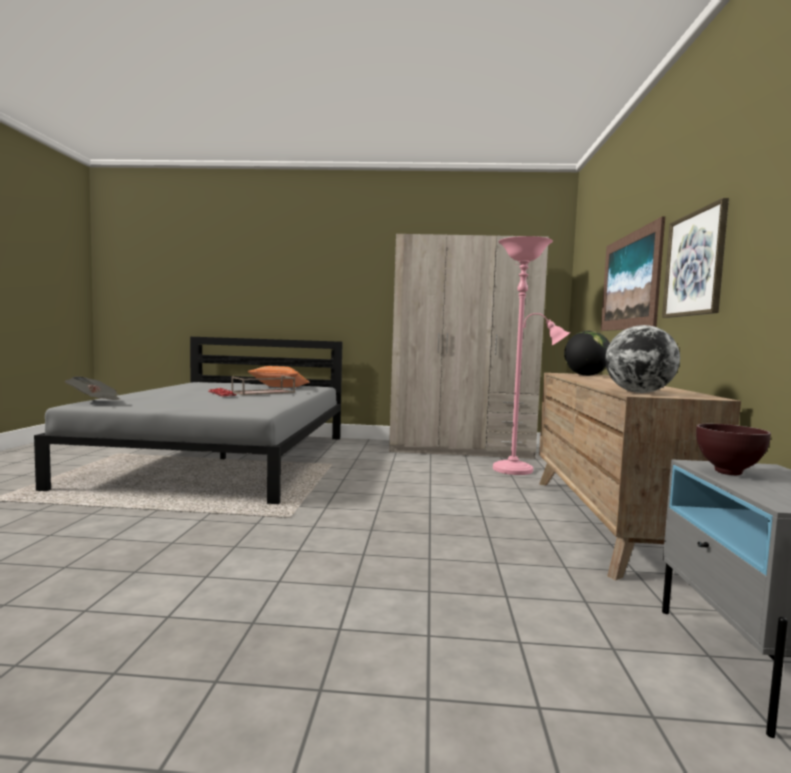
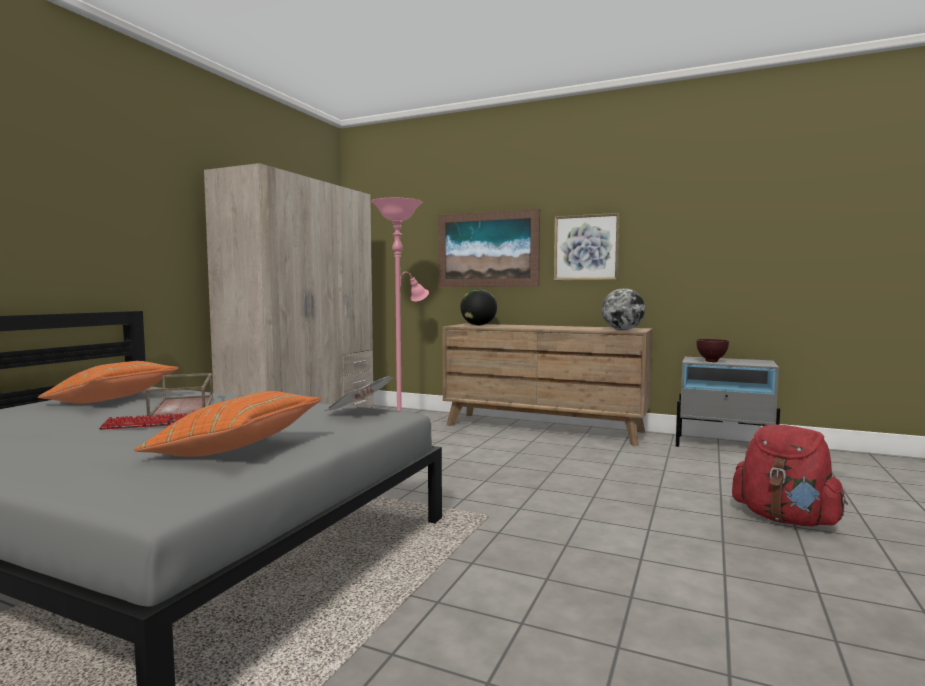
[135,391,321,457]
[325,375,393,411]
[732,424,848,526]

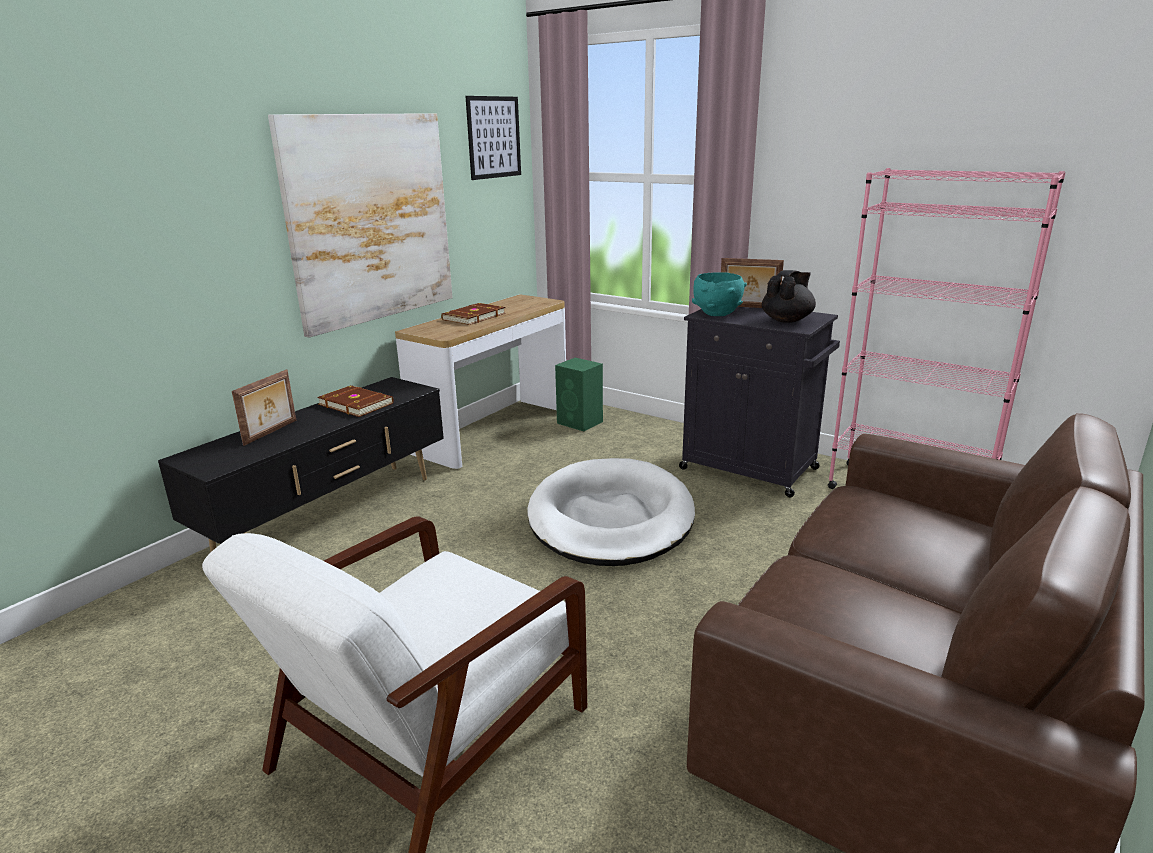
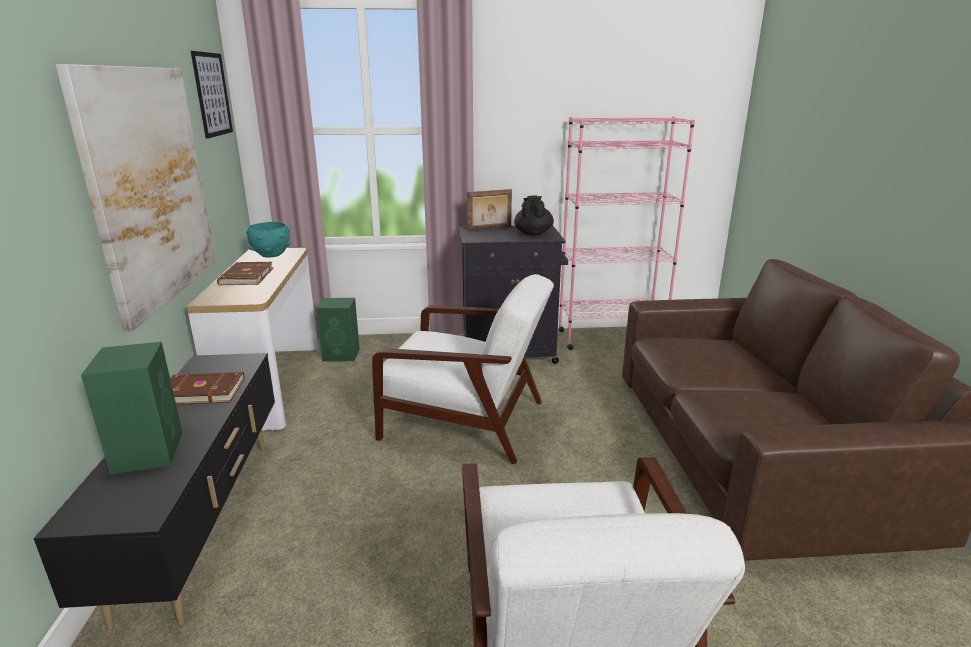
[81,342,183,474]
[246,222,291,258]
[372,274,554,464]

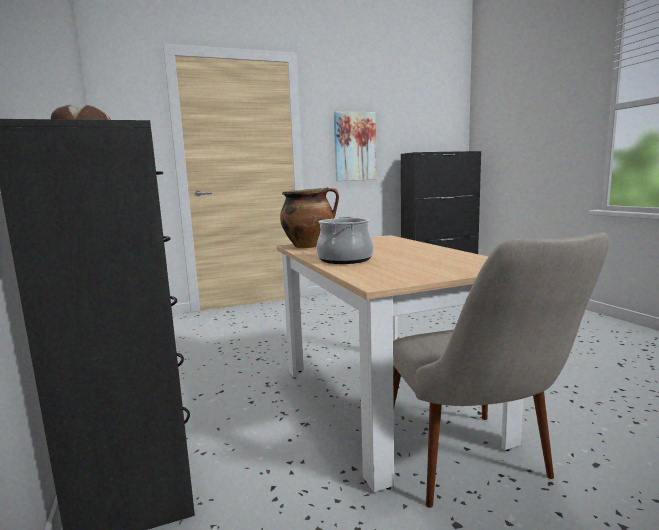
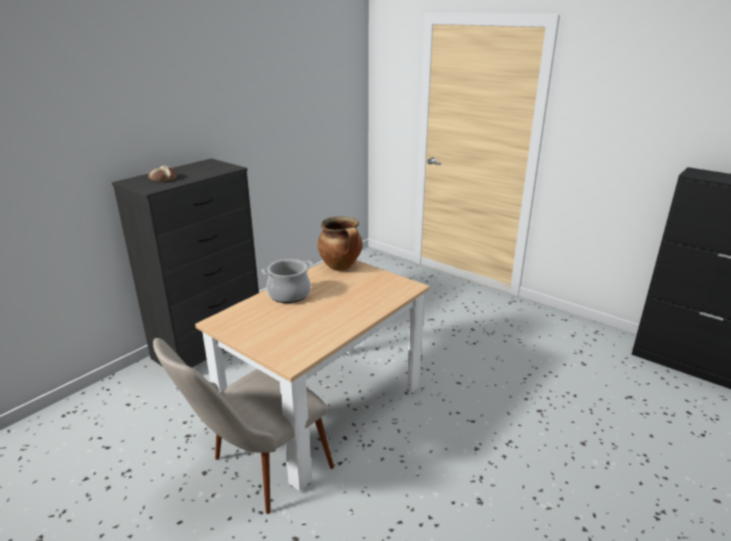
[334,111,376,181] (first image)

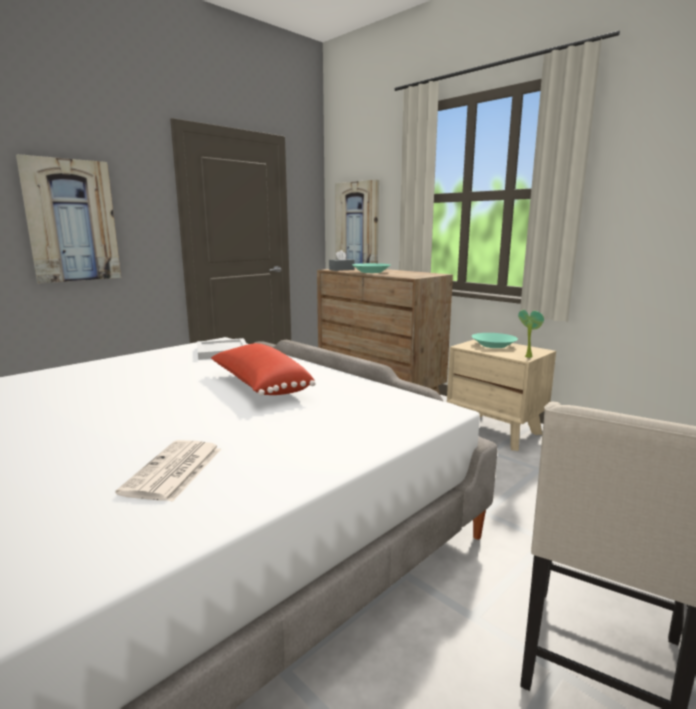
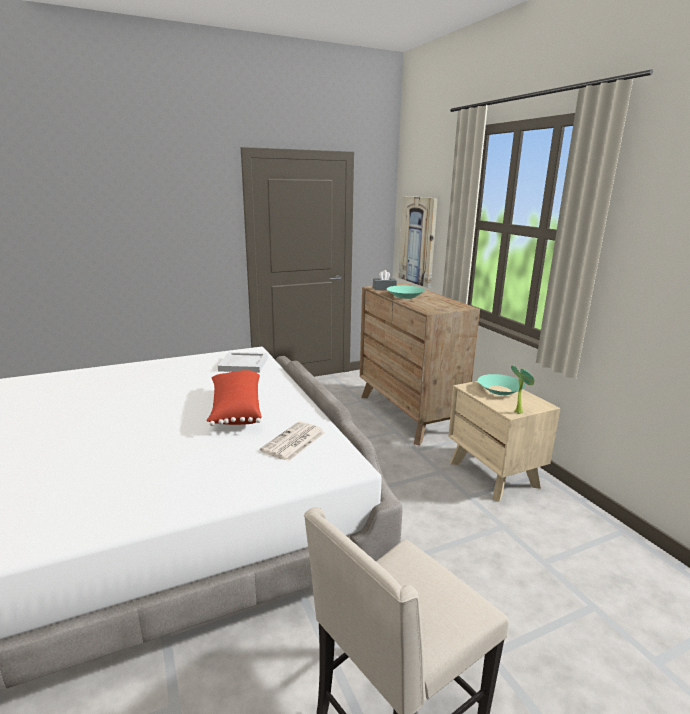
[260,421,325,461]
[16,154,121,284] (first image)

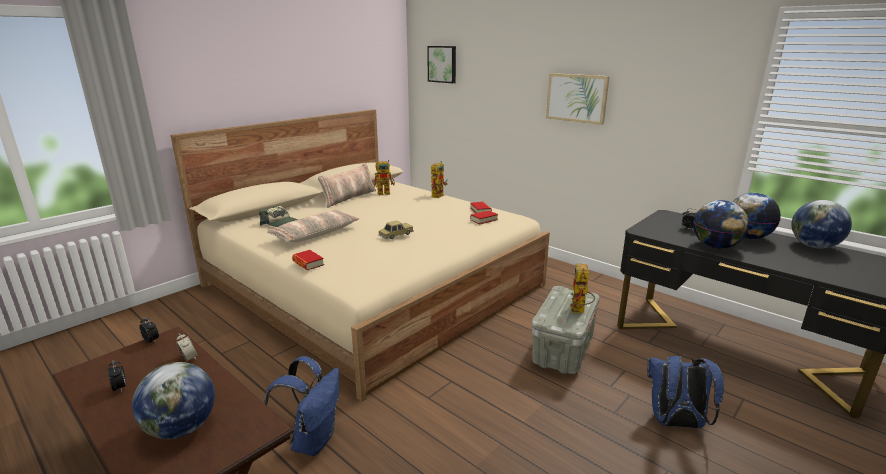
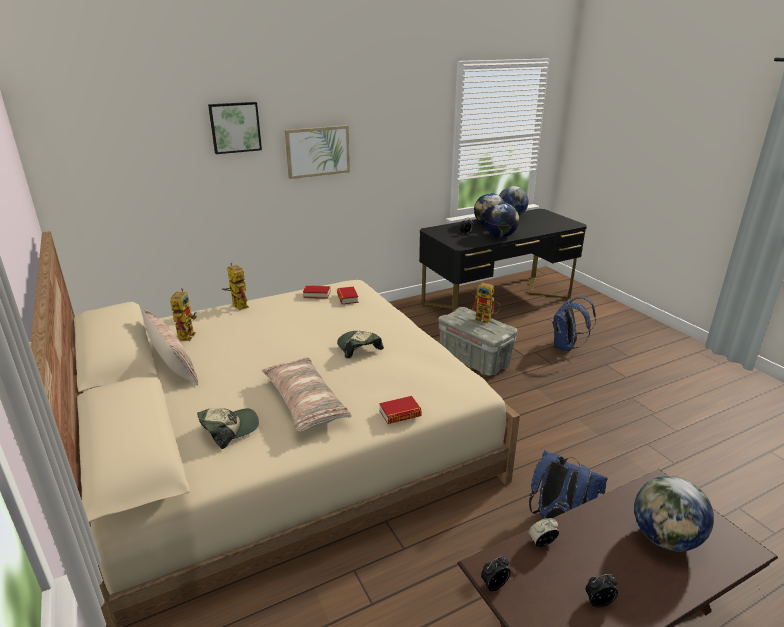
[208,102,262,154]
[337,331,384,359]

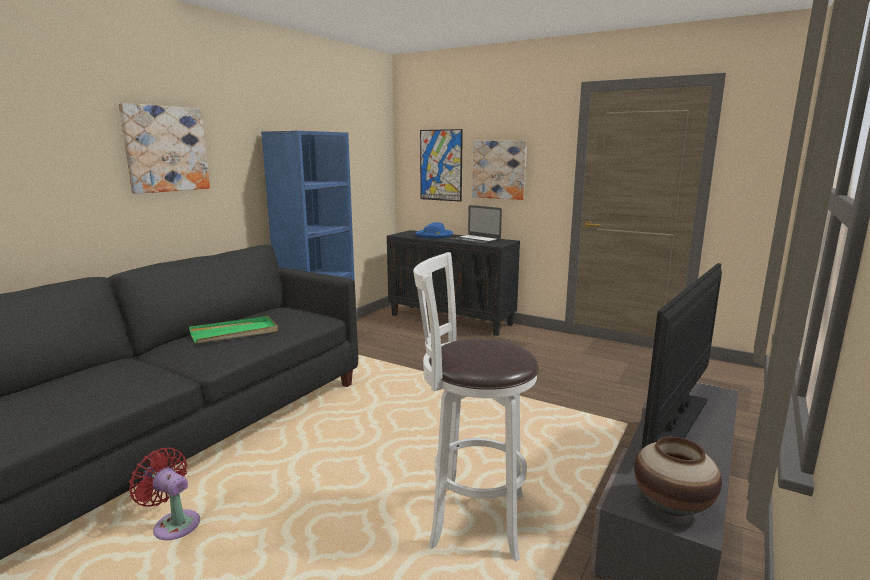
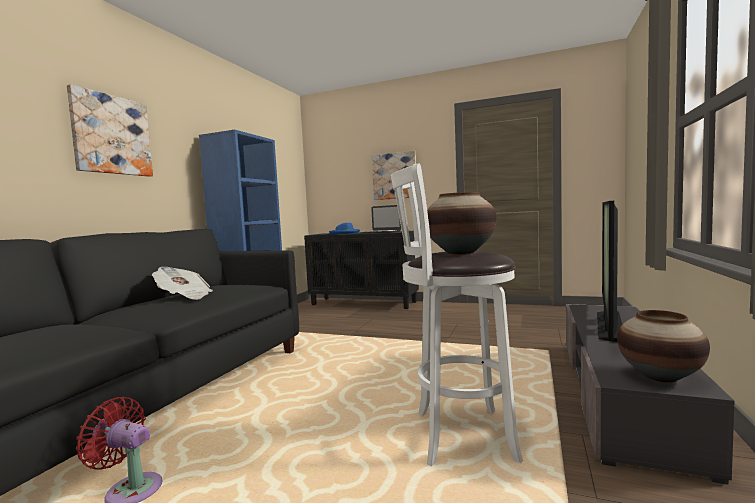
[152,267,213,300]
[427,192,497,255]
[420,129,463,202] (first image)

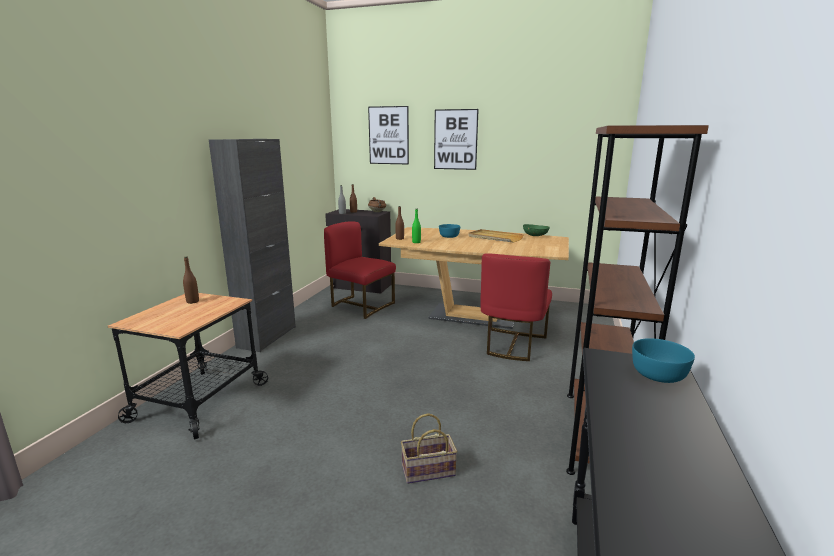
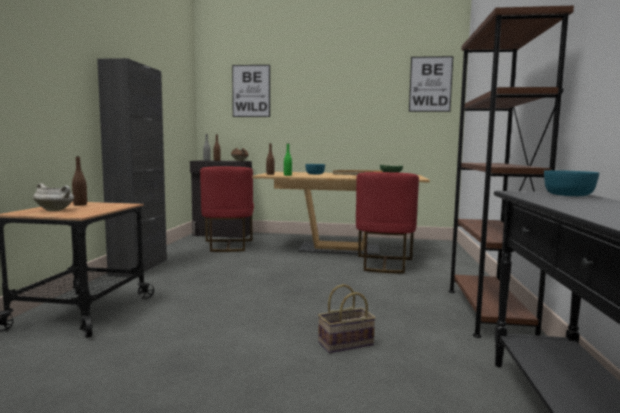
[33,183,74,211]
[200,167,254,252]
[409,56,453,112]

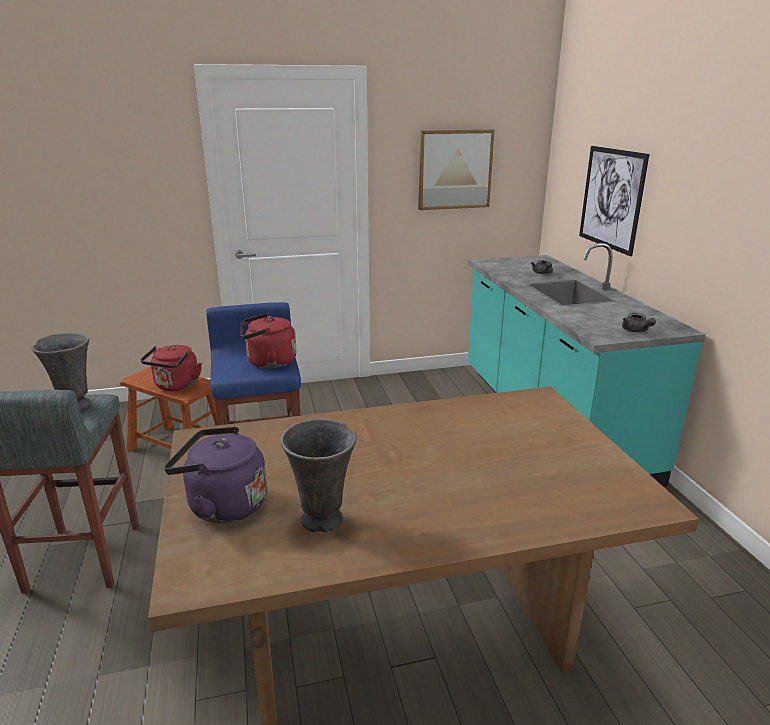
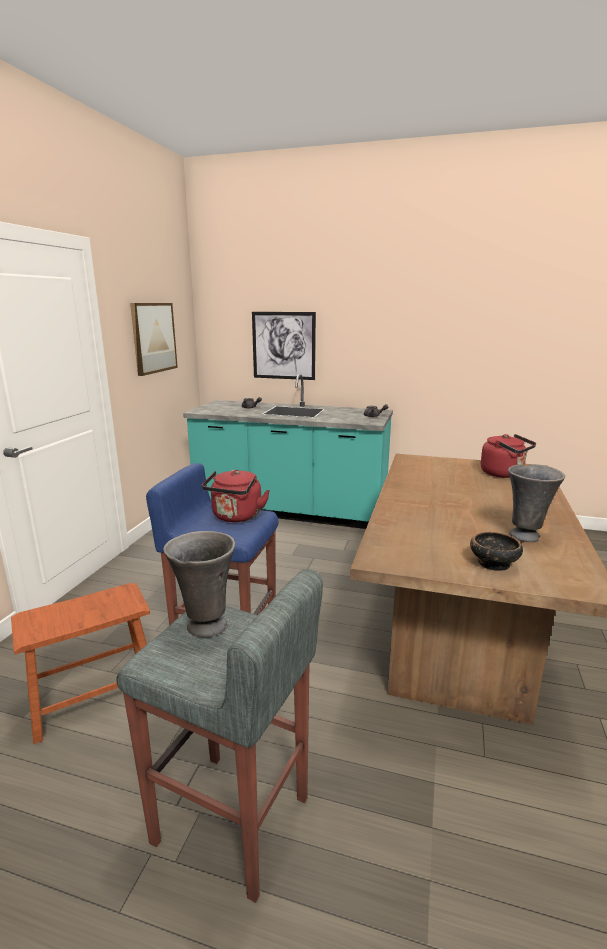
[470,532,523,571]
[481,434,536,478]

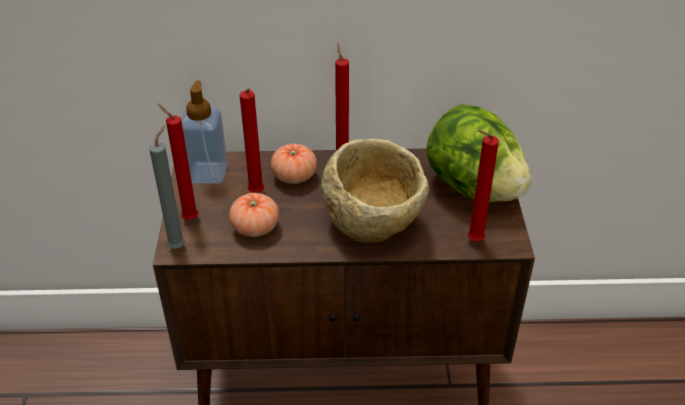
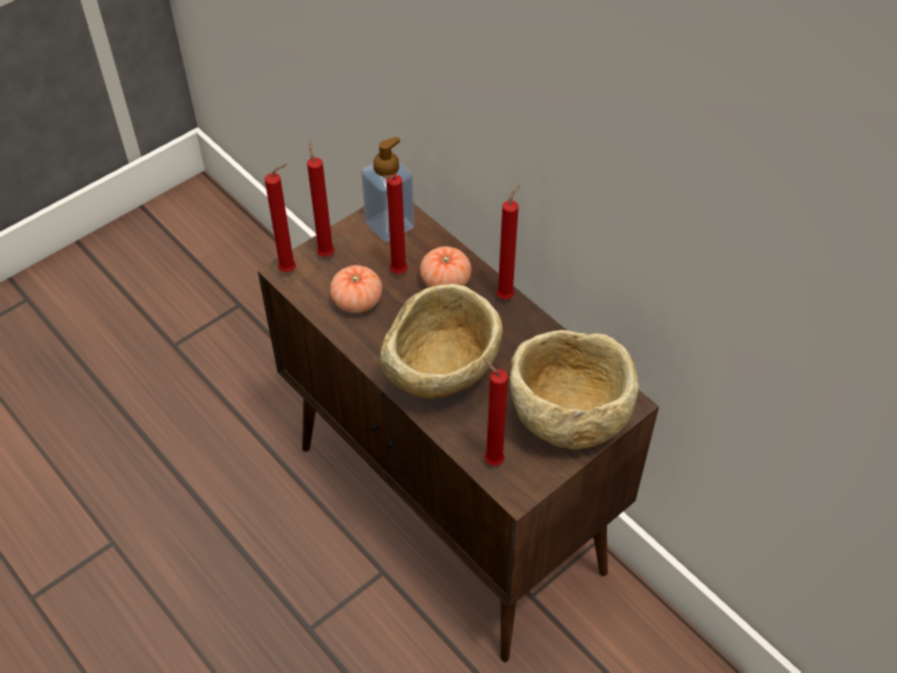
[265,164,296,272]
[510,330,639,450]

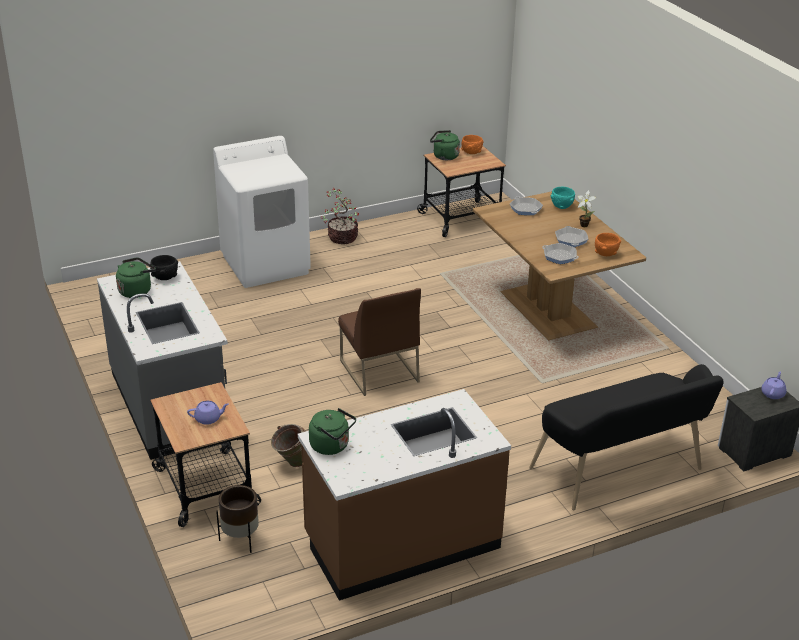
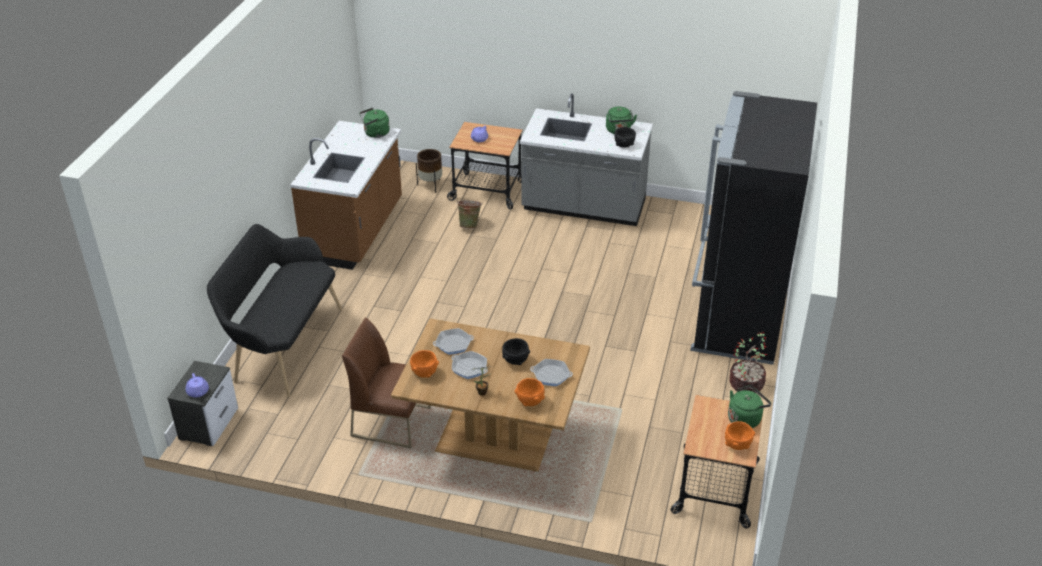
[342,318,431,449]
[502,338,530,365]
[515,378,545,406]
[690,91,817,365]

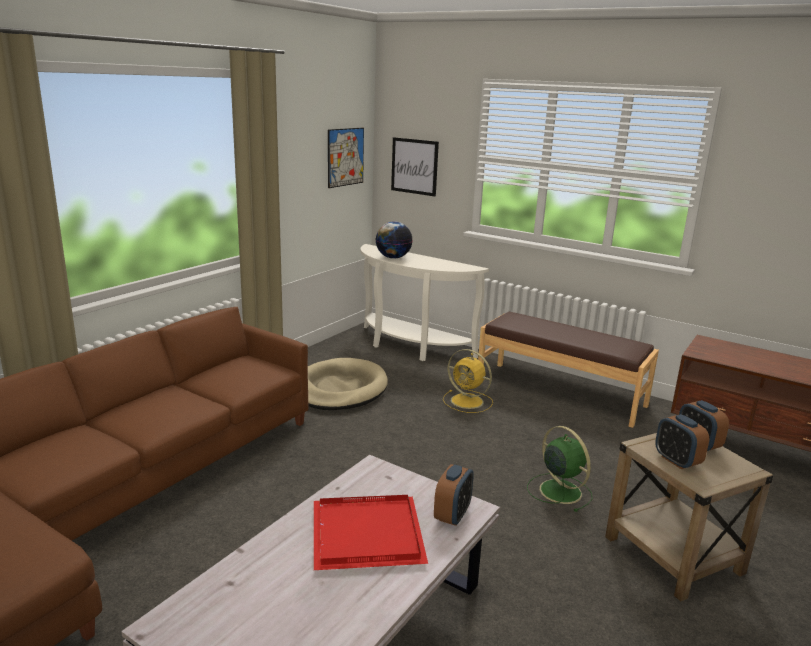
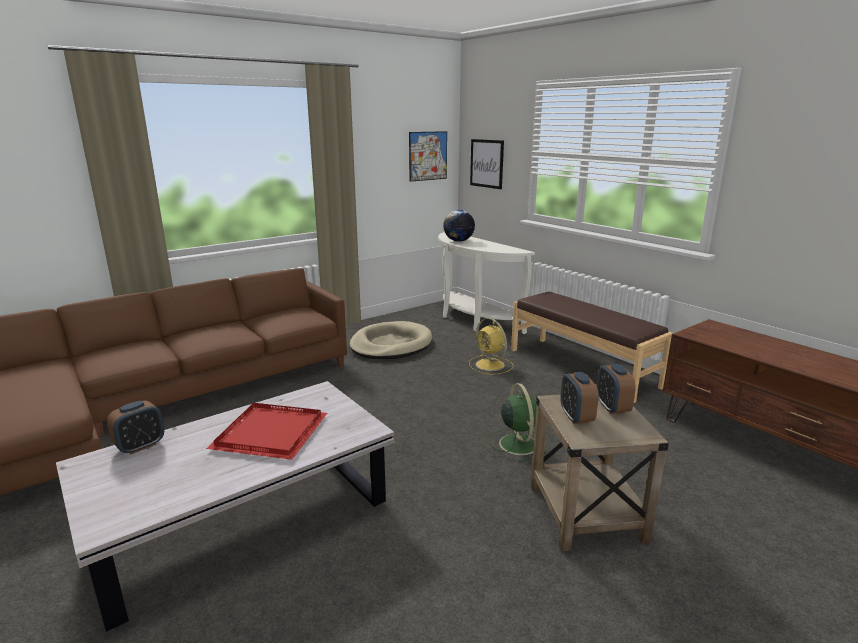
[107,401,164,454]

